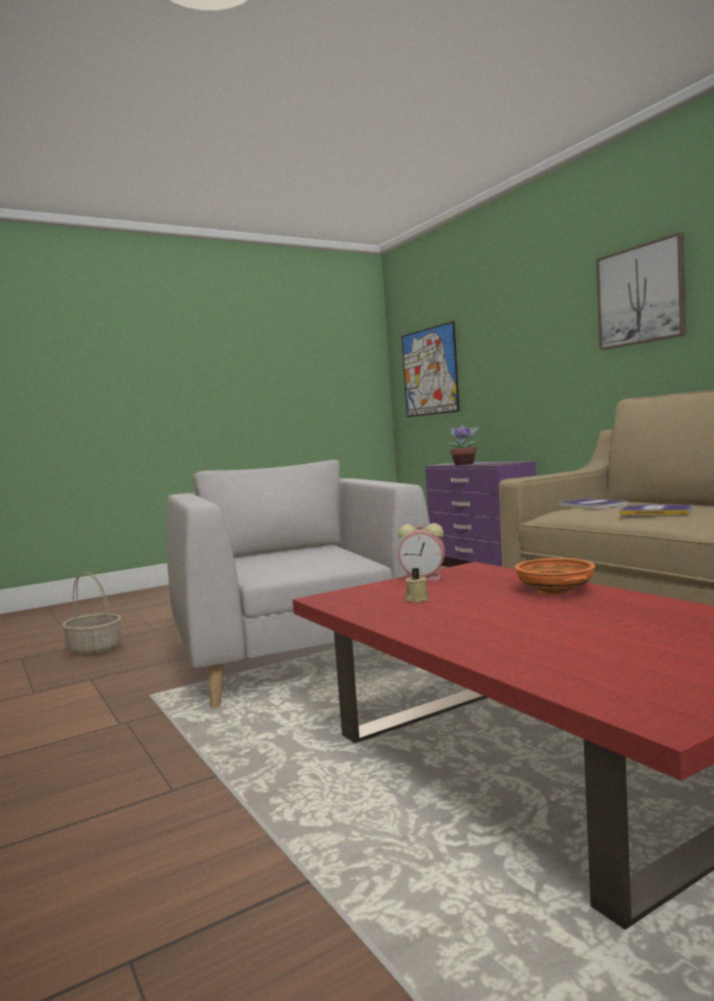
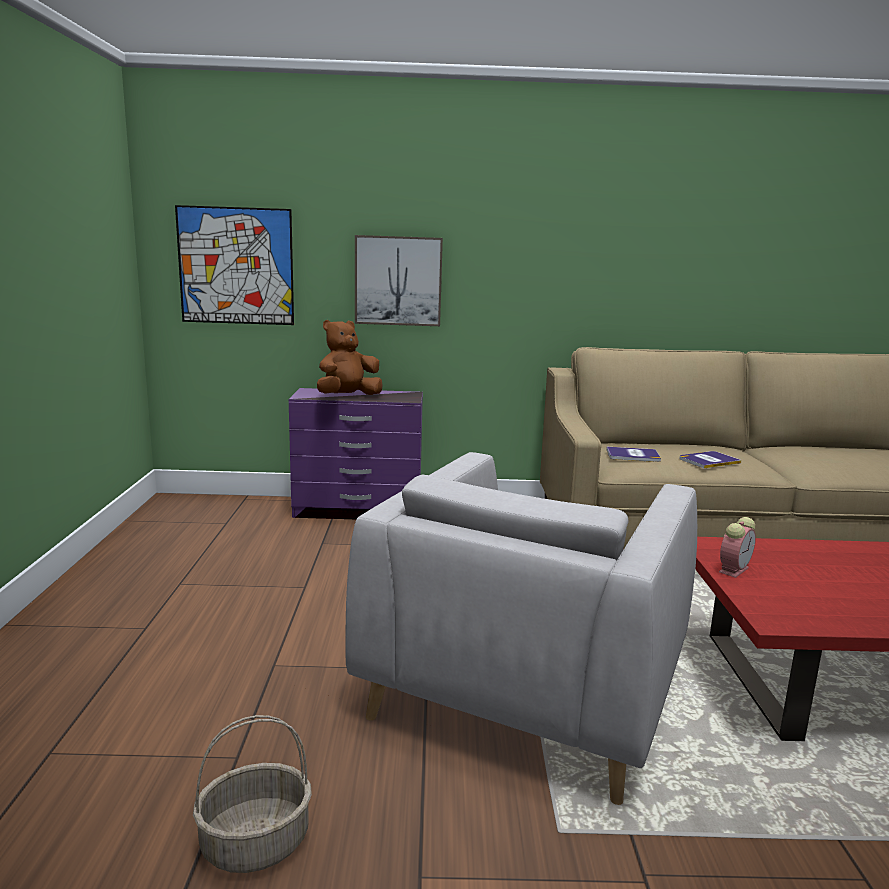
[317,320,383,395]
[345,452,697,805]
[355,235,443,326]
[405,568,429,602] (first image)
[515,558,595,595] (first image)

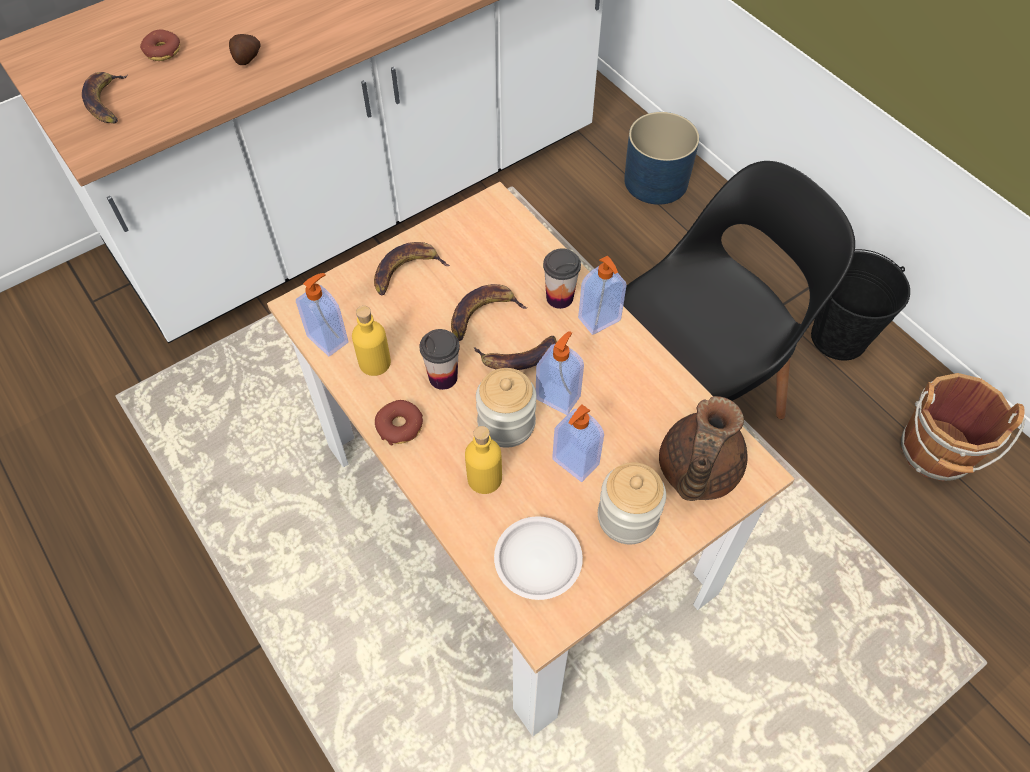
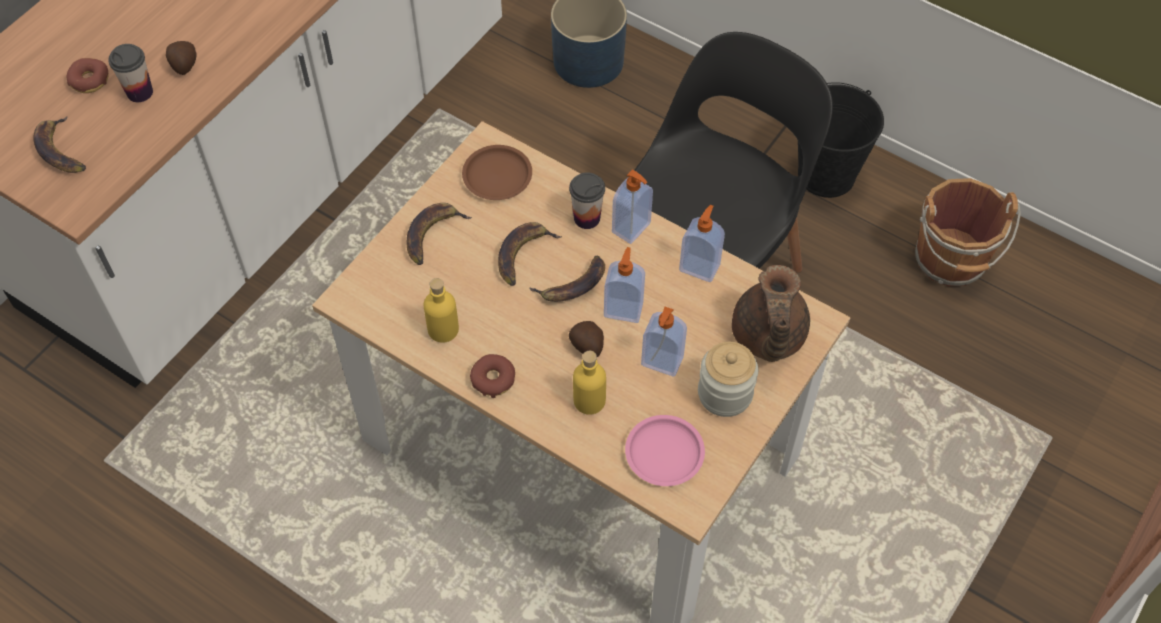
[108,44,153,102]
[462,145,532,200]
[569,321,604,357]
[625,415,705,486]
[679,205,725,282]

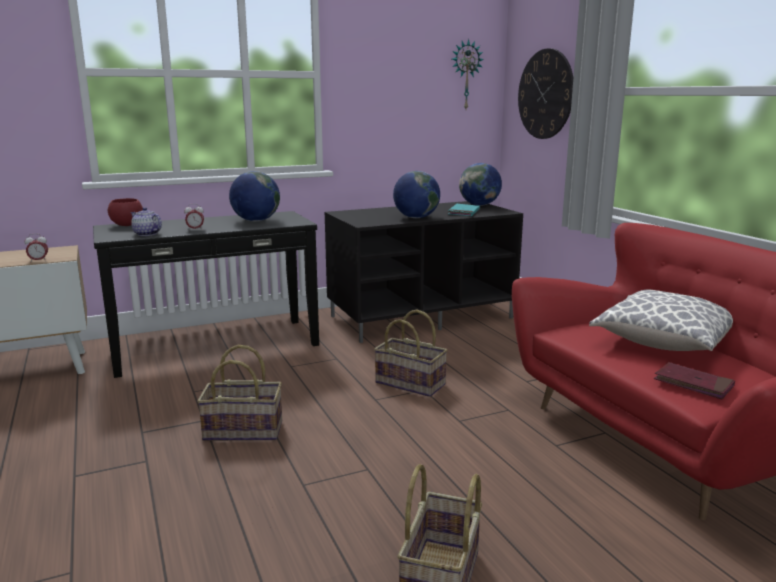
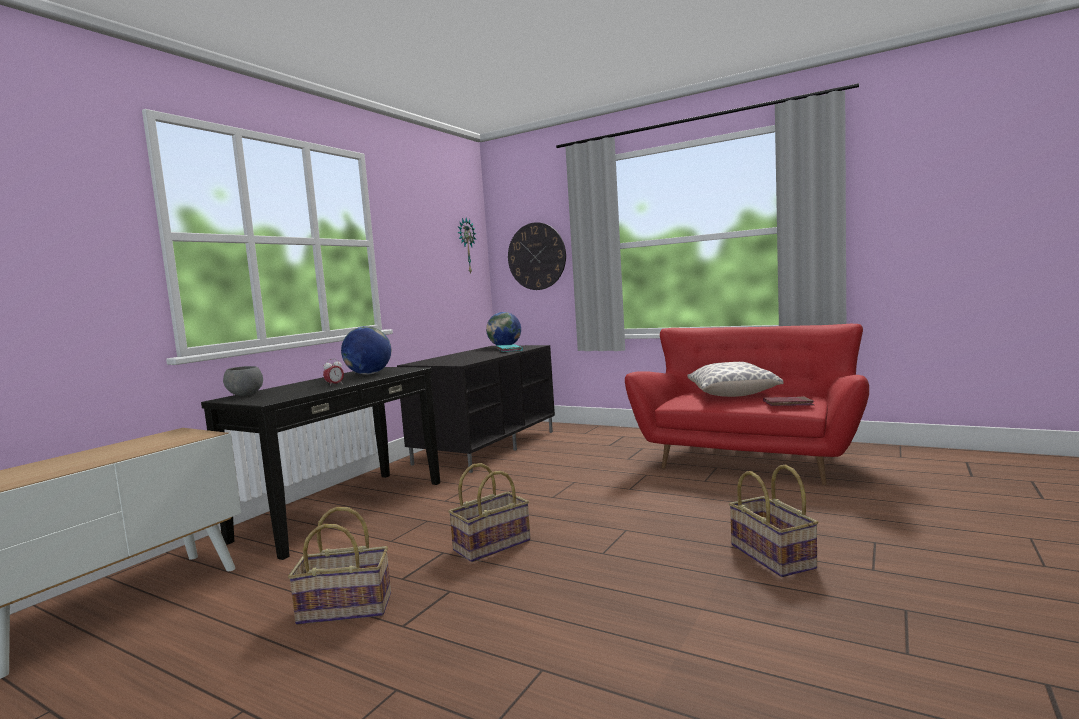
[223,366,263,396]
[288,507,391,625]
[25,234,48,263] (first image)
[130,207,162,236] (first image)
[393,171,440,218] (first image)

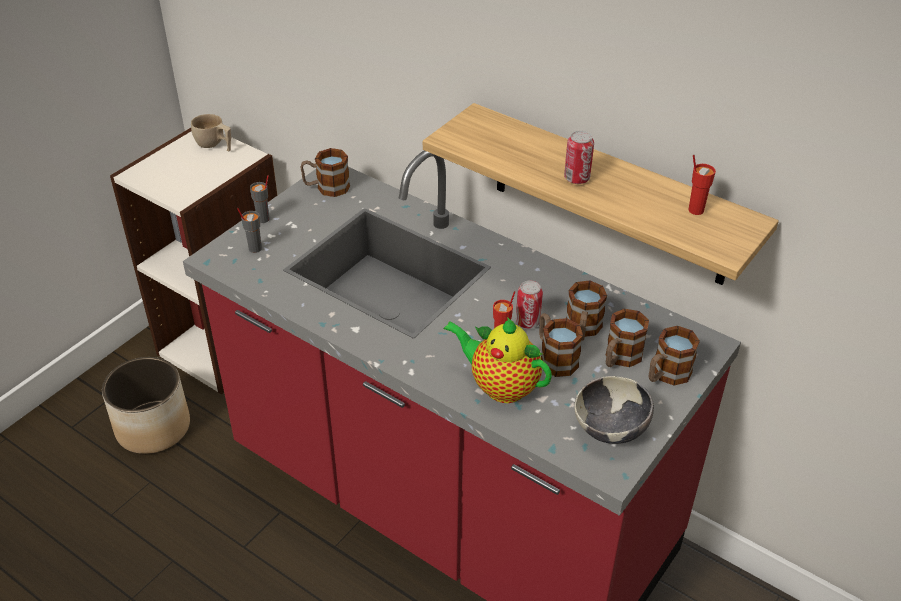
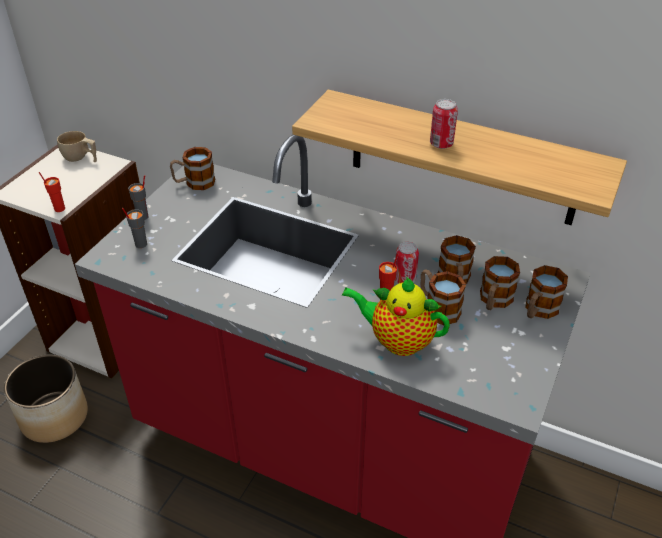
[38,172,65,212]
[574,376,654,444] (first image)

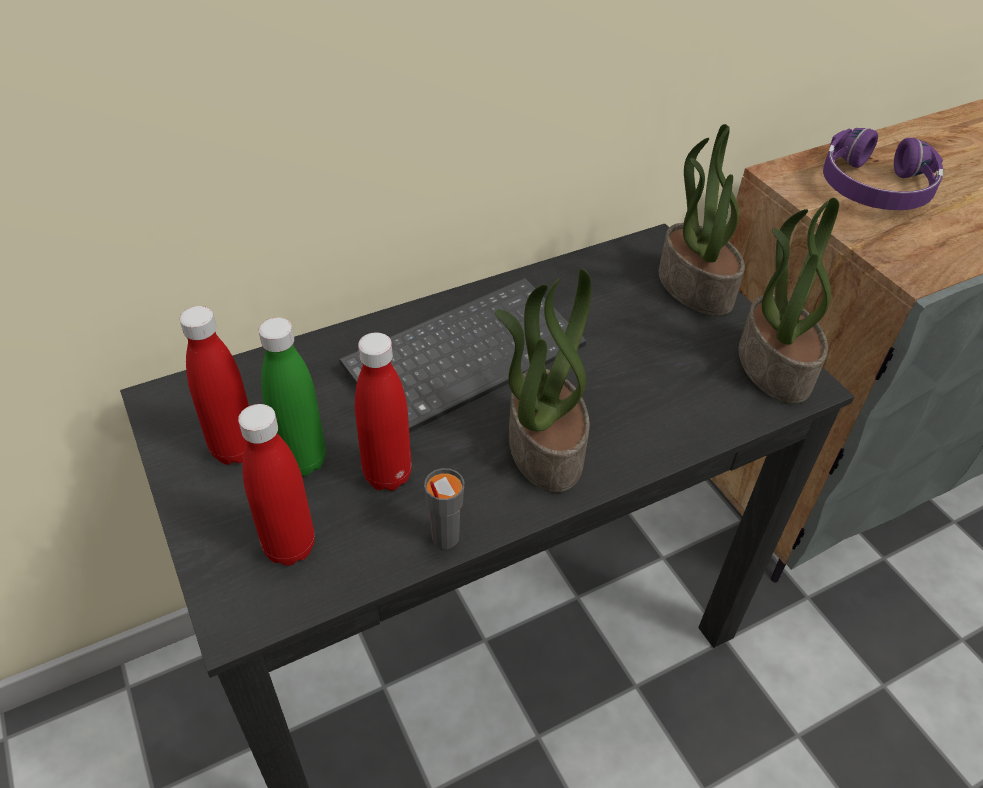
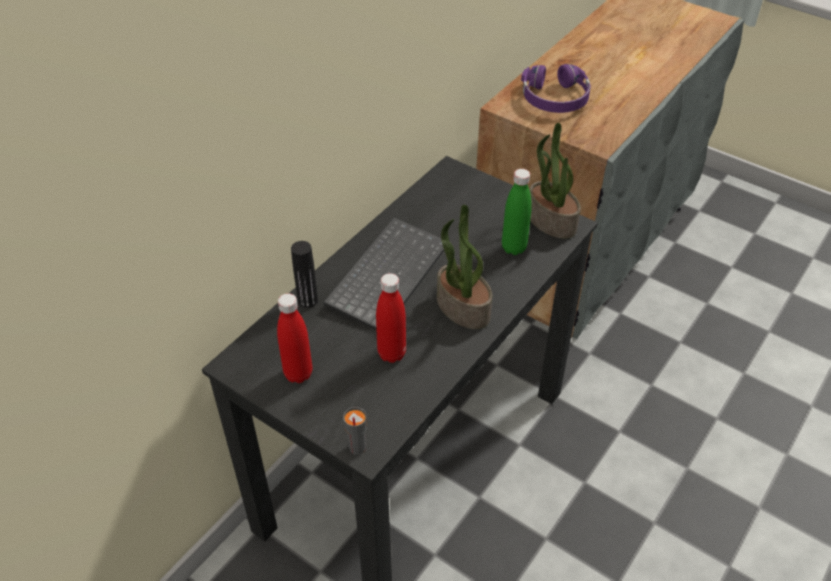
[291,241,318,308]
[343,407,367,455]
[502,169,532,255]
[238,404,315,566] (first image)
[659,124,745,316] (first image)

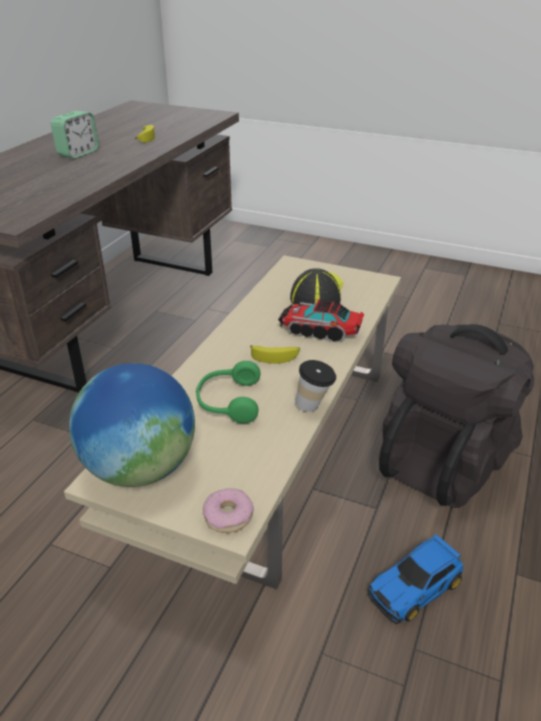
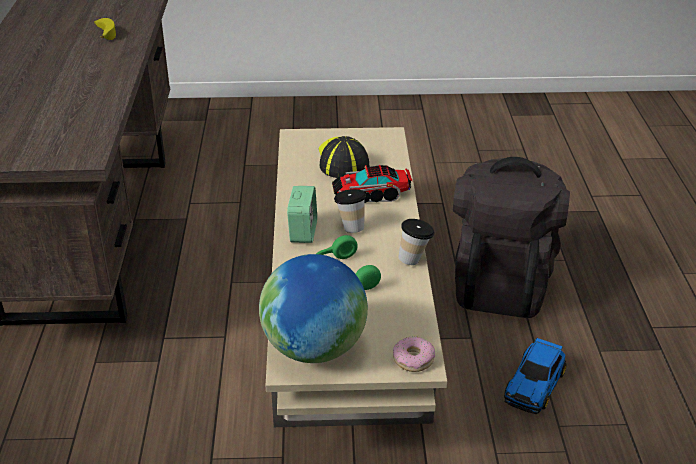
[287,186,317,243]
[334,189,366,233]

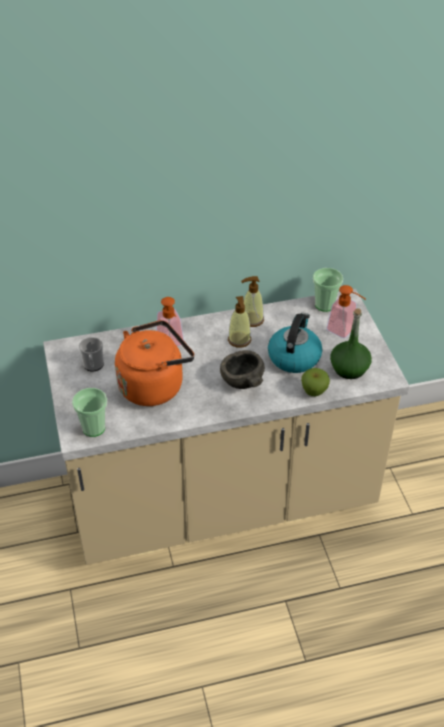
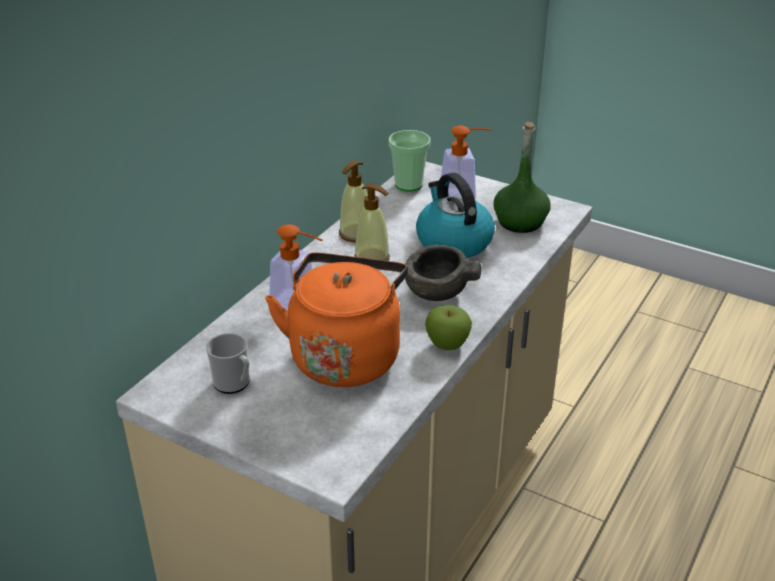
[425,305,472,350]
[72,388,107,437] (first image)

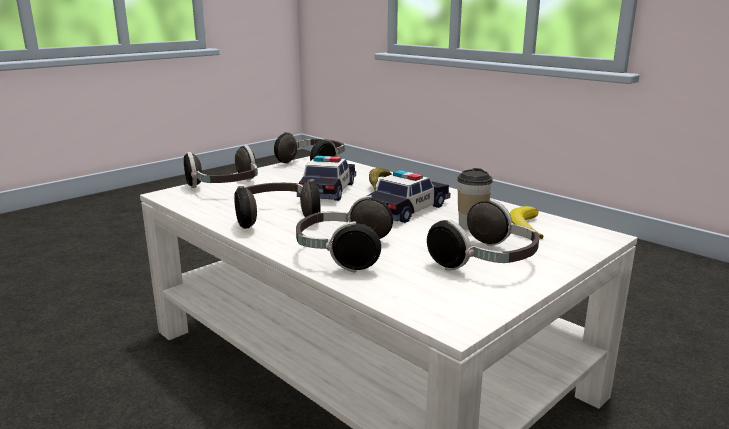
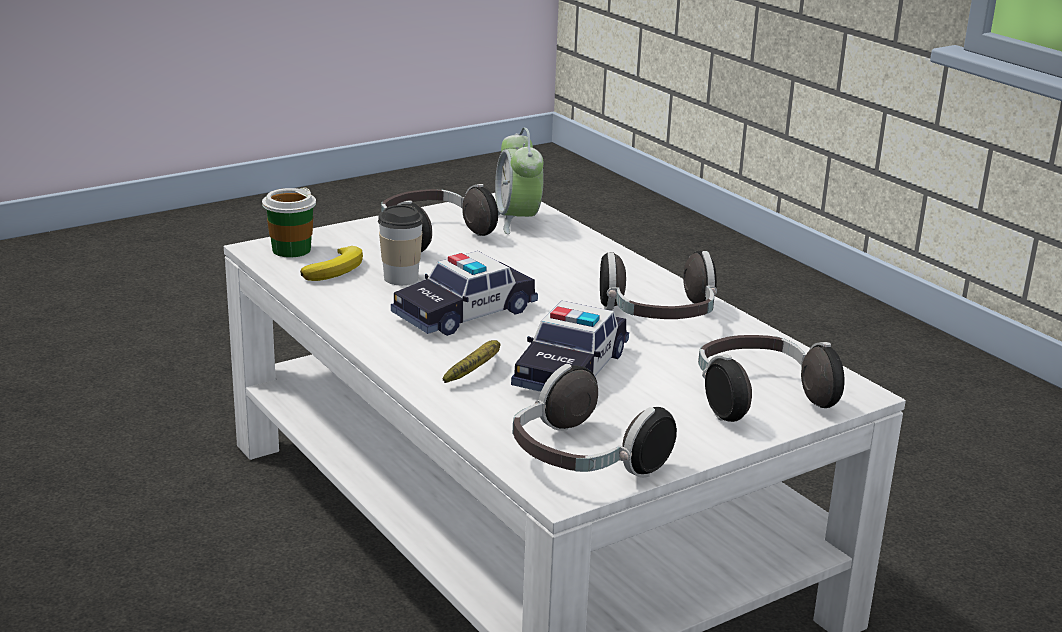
[262,187,316,257]
[495,128,544,234]
[296,195,393,272] (first image)

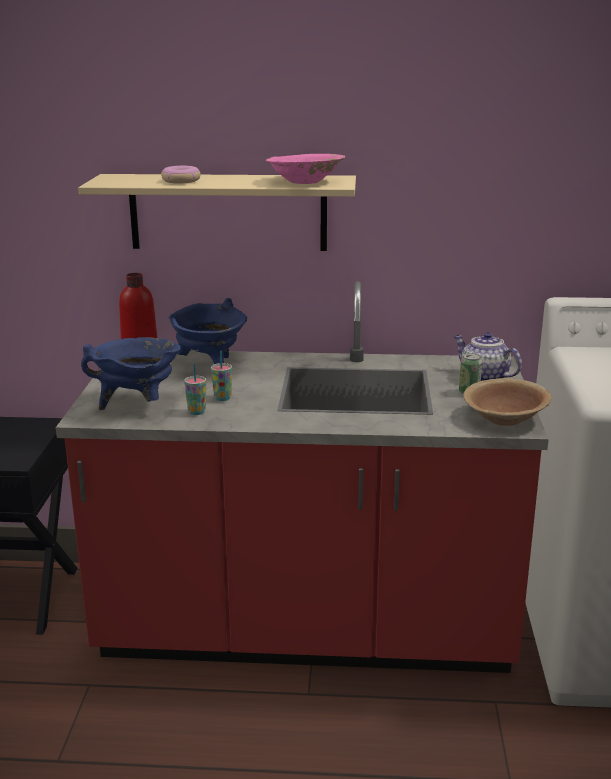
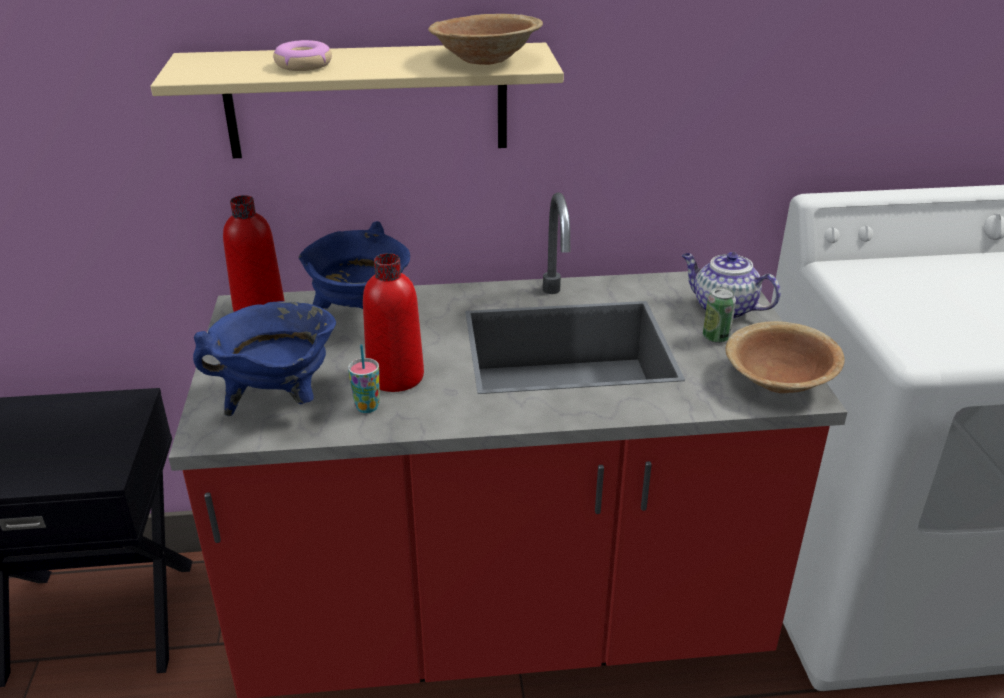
[363,253,424,392]
[428,14,543,65]

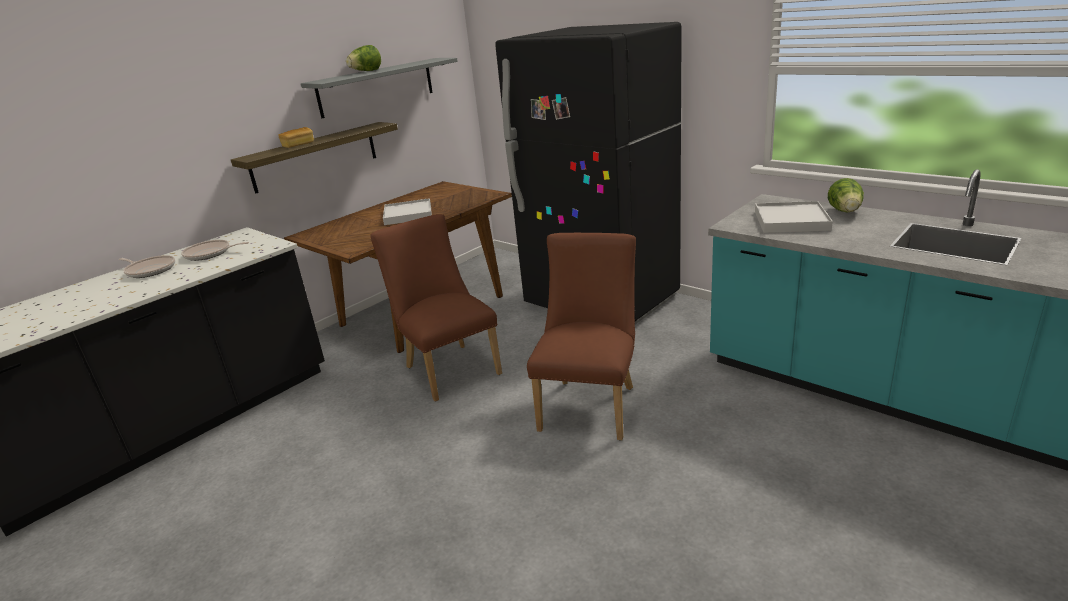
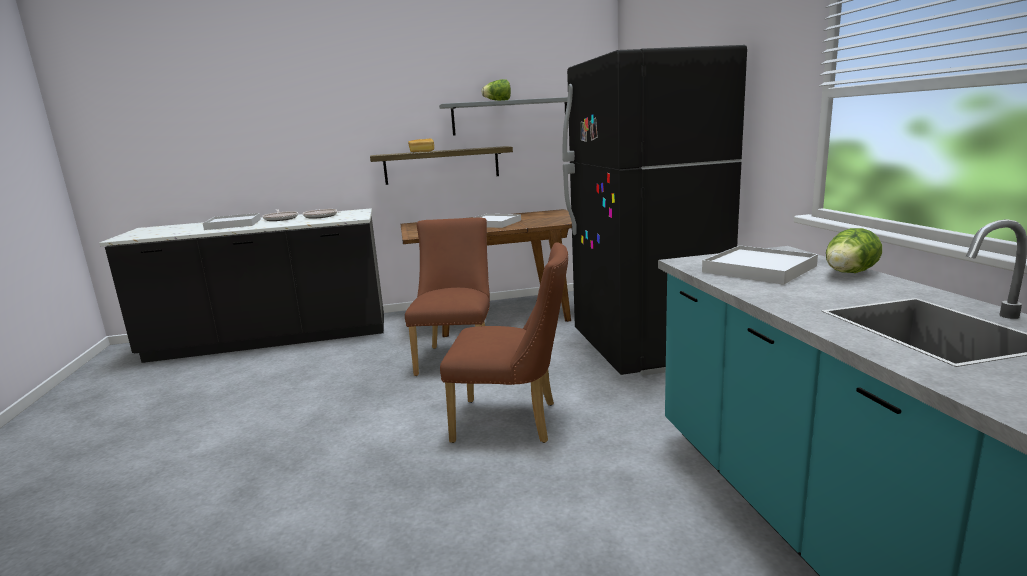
[203,213,261,230]
[440,242,568,443]

